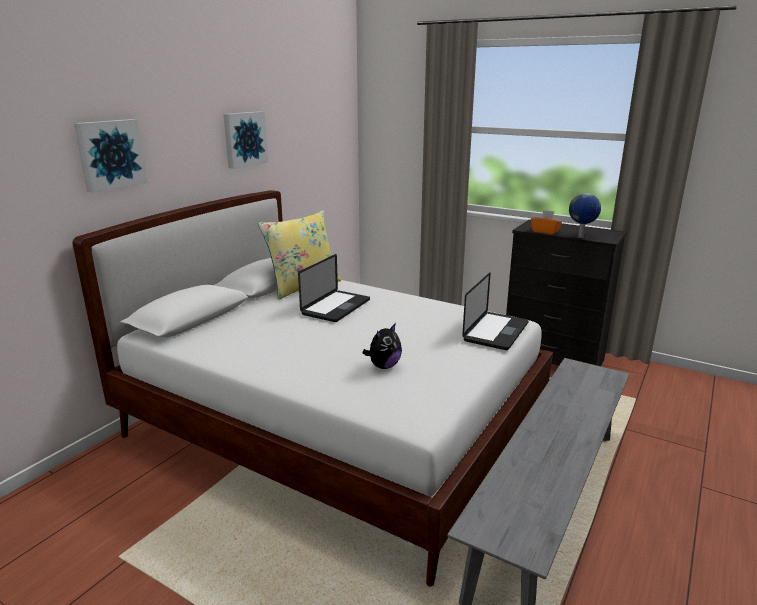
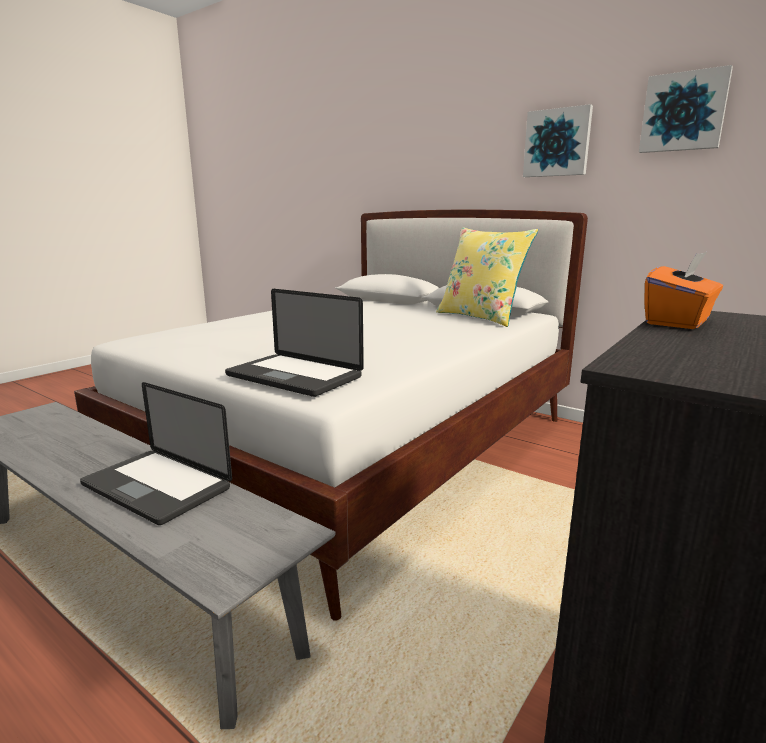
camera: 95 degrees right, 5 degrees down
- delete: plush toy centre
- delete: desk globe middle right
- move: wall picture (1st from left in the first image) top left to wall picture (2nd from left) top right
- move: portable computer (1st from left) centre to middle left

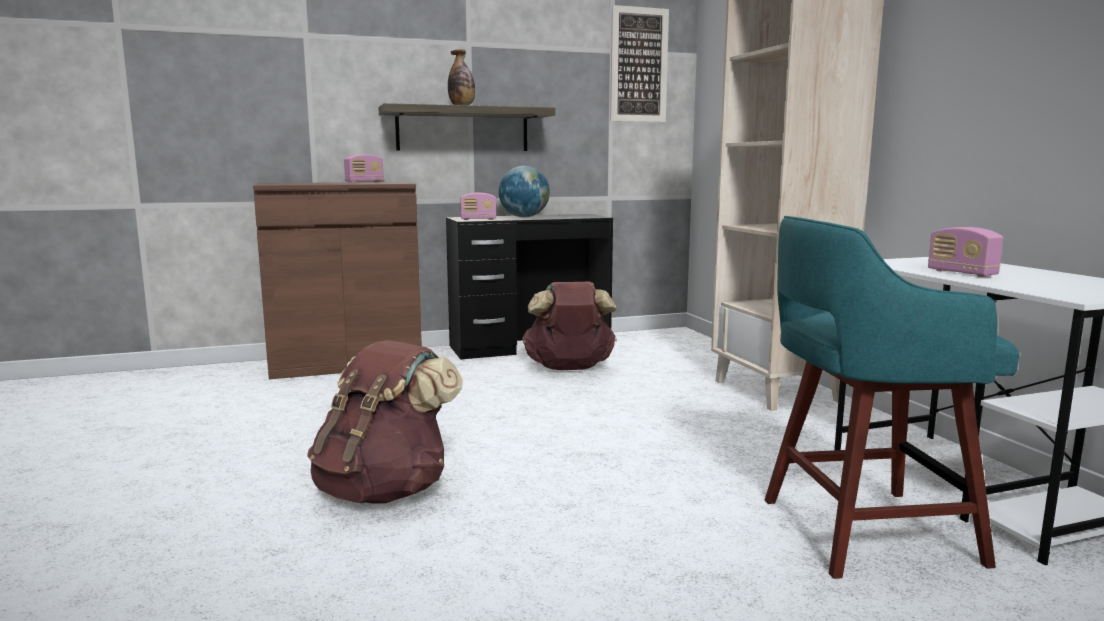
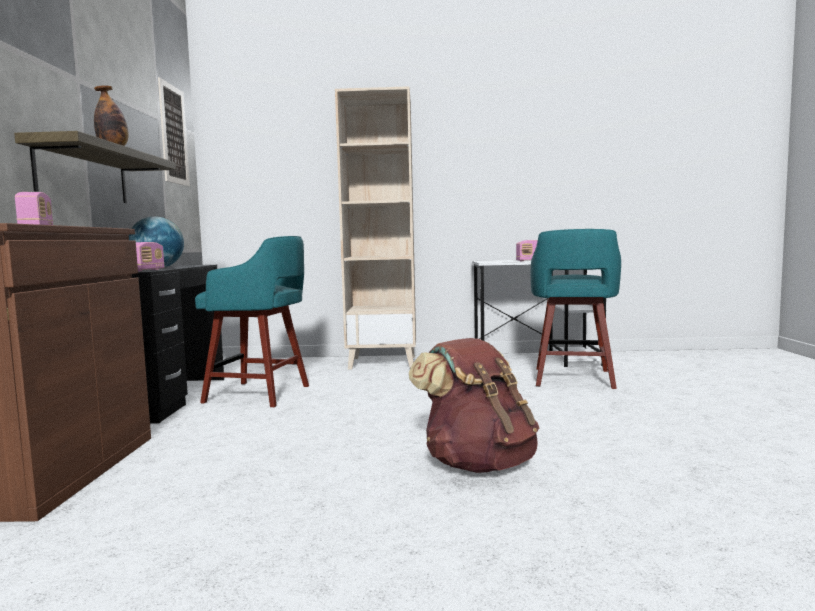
camera: 70 degrees left, 5 degrees down
- replace: brown-coloured rucksack (2nd from left) centre to turquoise sitting stool (1st from left) middle left

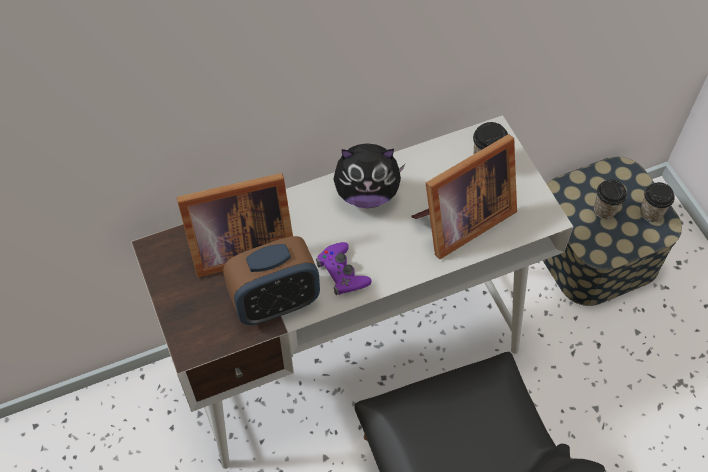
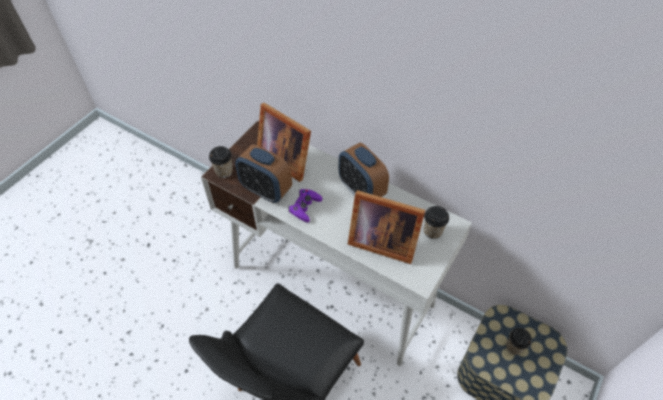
camera: 55 degrees right, 5 degrees down
- move: cup (3rd from left in the first image) middle right to cup (1st from left) centre
- replace: plush toy centre to table clock (2nd from left) centre

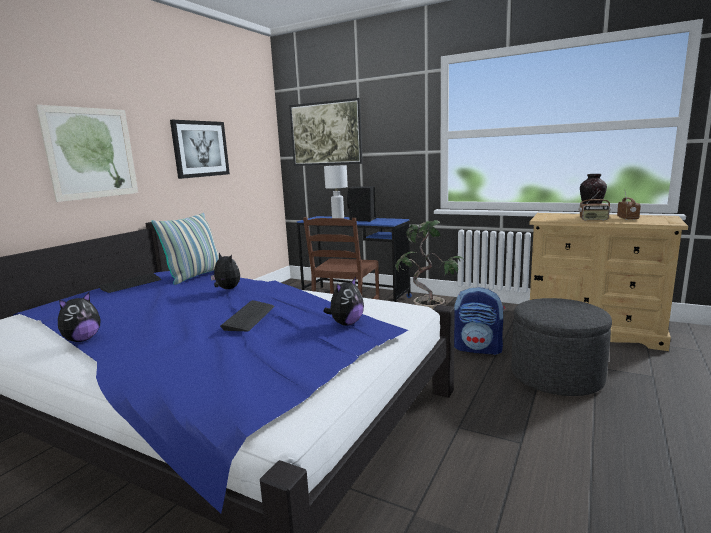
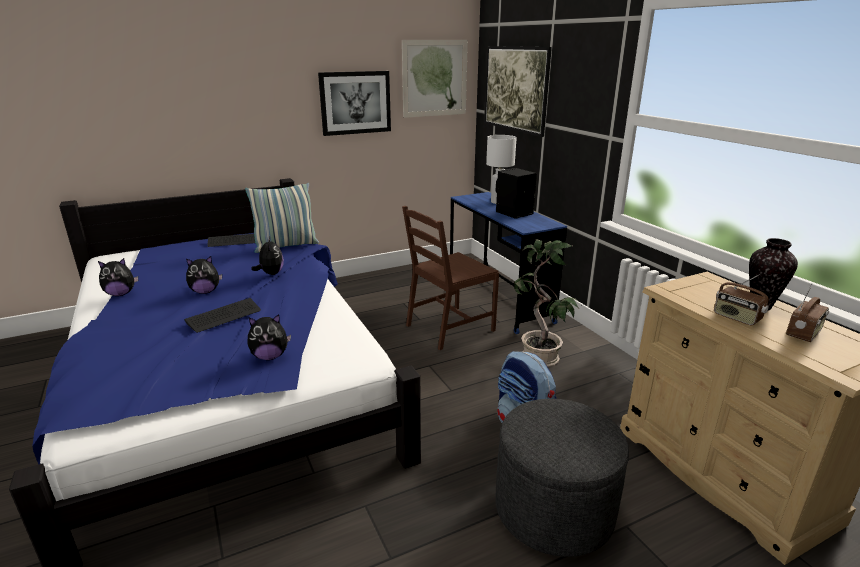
camera: 35 degrees right, 10 degrees up
- insert: plush toy (2nd from left) middle left
- move: wall picture (1st from left in the first image) top left to wall picture (2nd from left) top centre

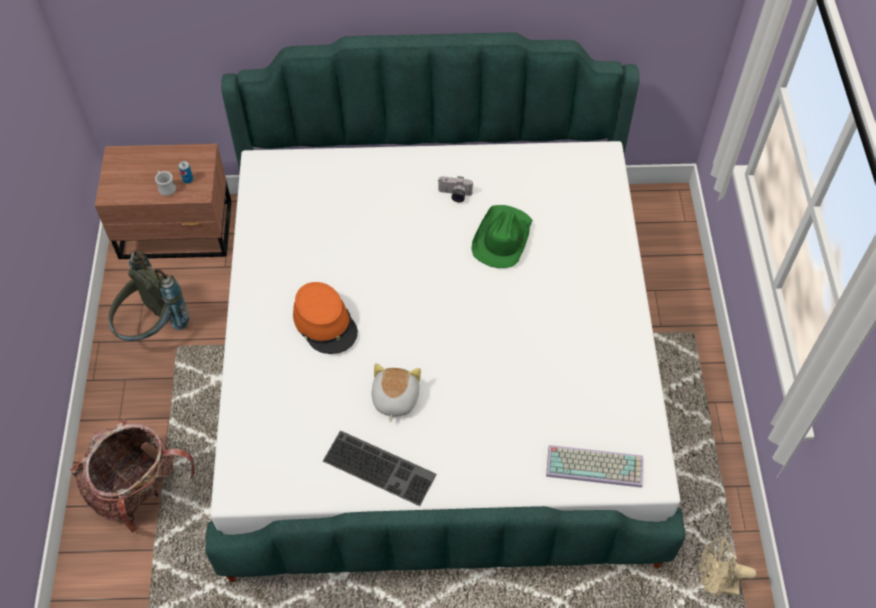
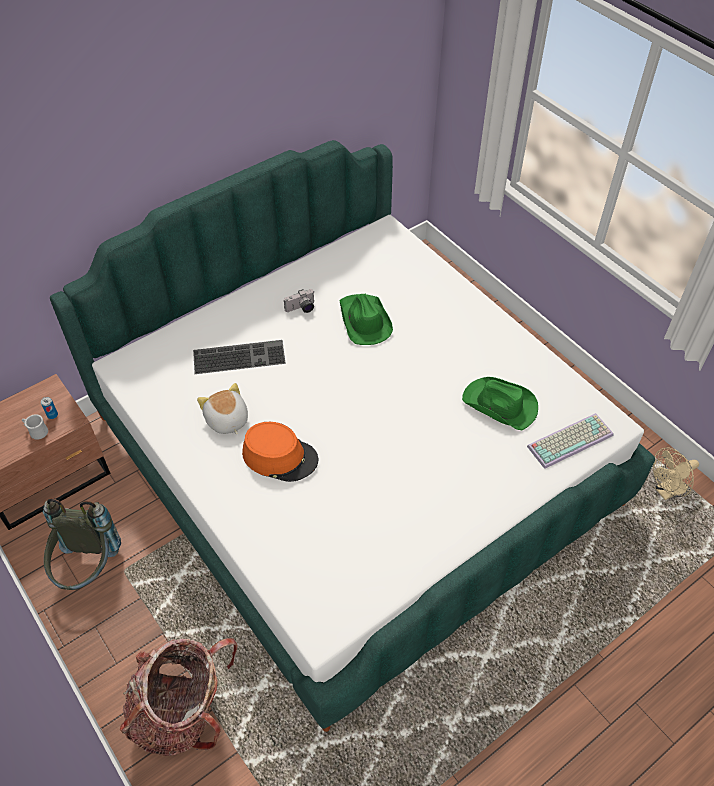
camera: 35 degrees left, 5 degrees down
- insert: greenish hat (2nd from left) middle right
- move: PC keyboard (1st from left) bottom centre to centre
- move: plush toy centre to middle left

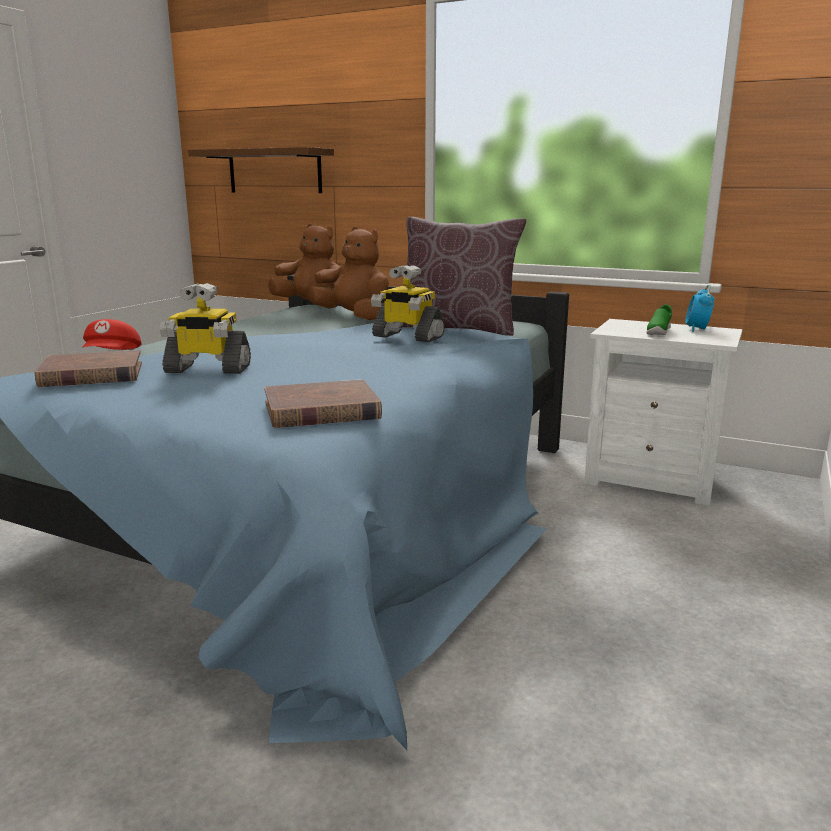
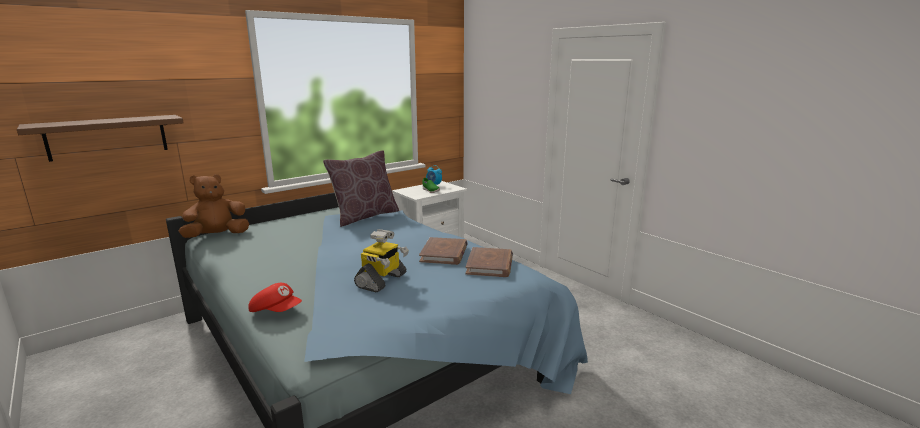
camera: 65 degrees left, 0 degrees up
- delete: brown-coloured plush toy (2nd from left) top centre
- delete: robot figure (2nd from left) centre
- move: brown-coloured bound book (1st from left) middle left to centre

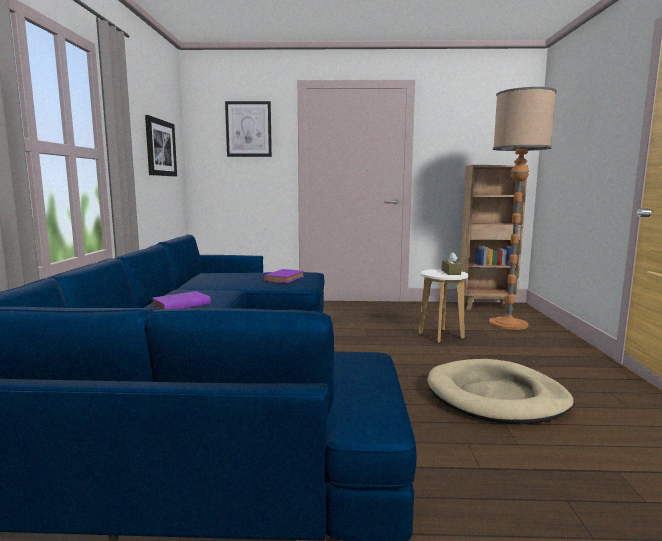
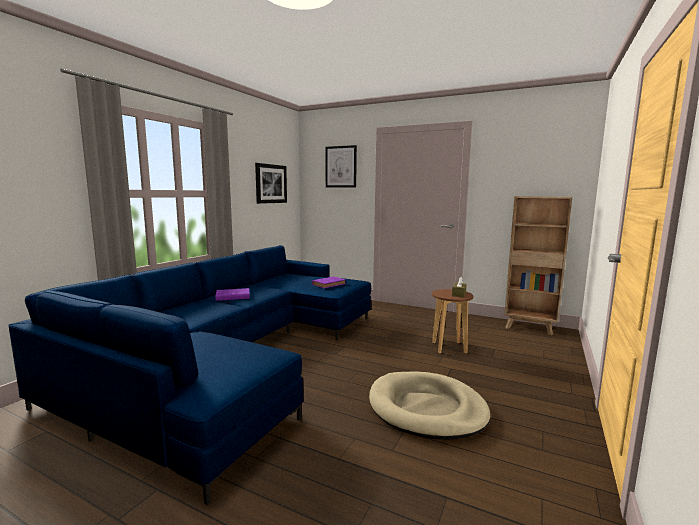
camera: 25 degrees right, 0 degrees up
- delete: standard lamp middle right
- recolor: white sitting stool middle right to brown-coloured sitting stool centre

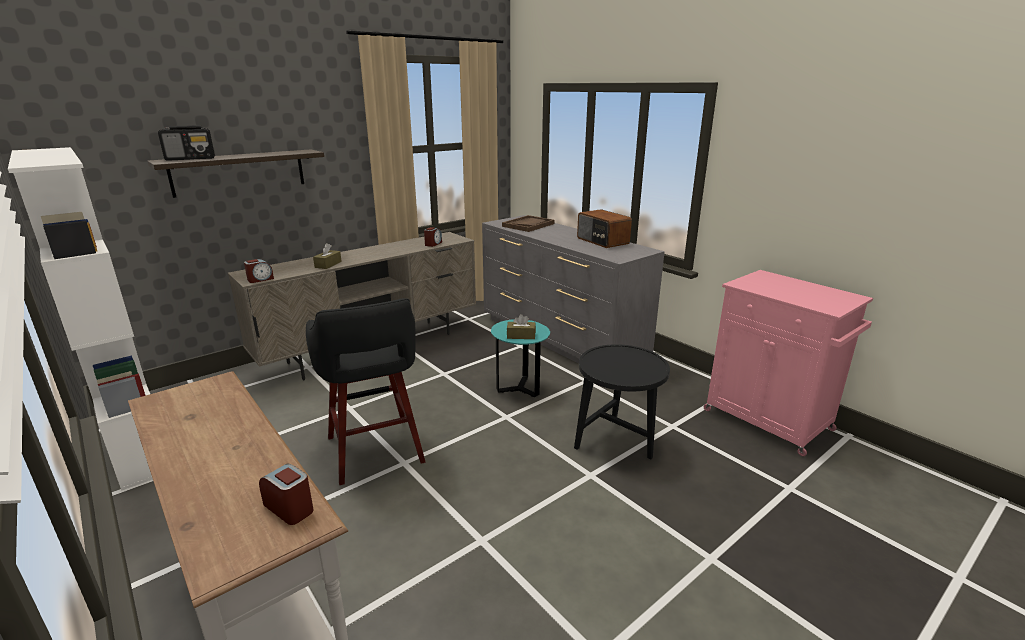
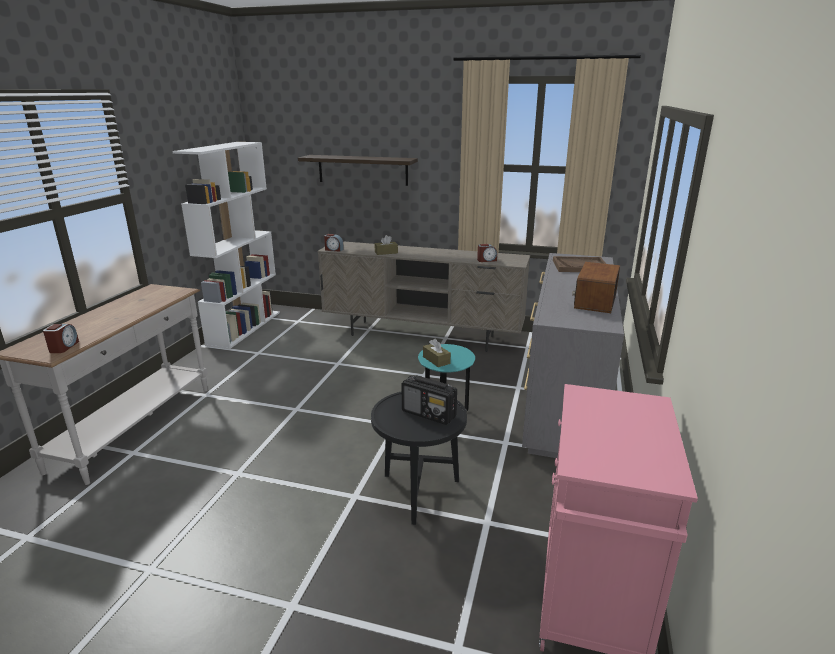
camera: 55 degrees right, 0 degrees up
- delete: blackish sitting stool centre
- move: radio set (1st from left) top left to centre

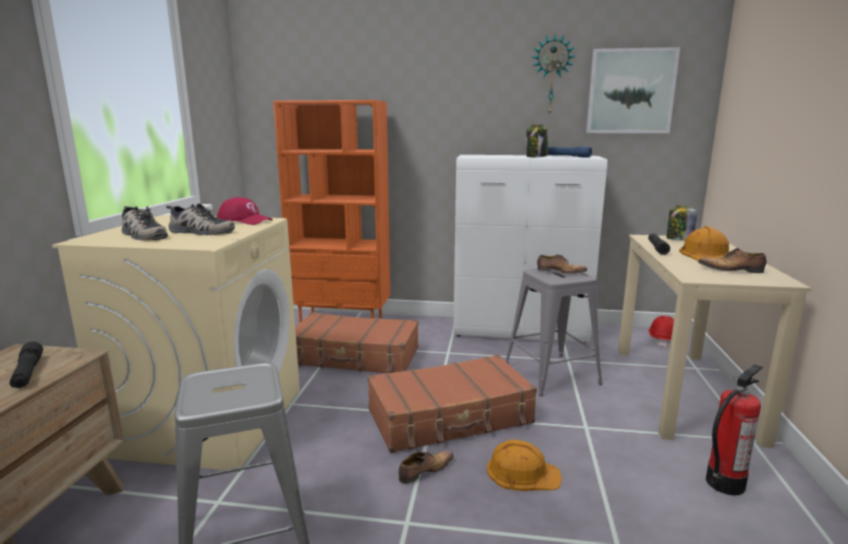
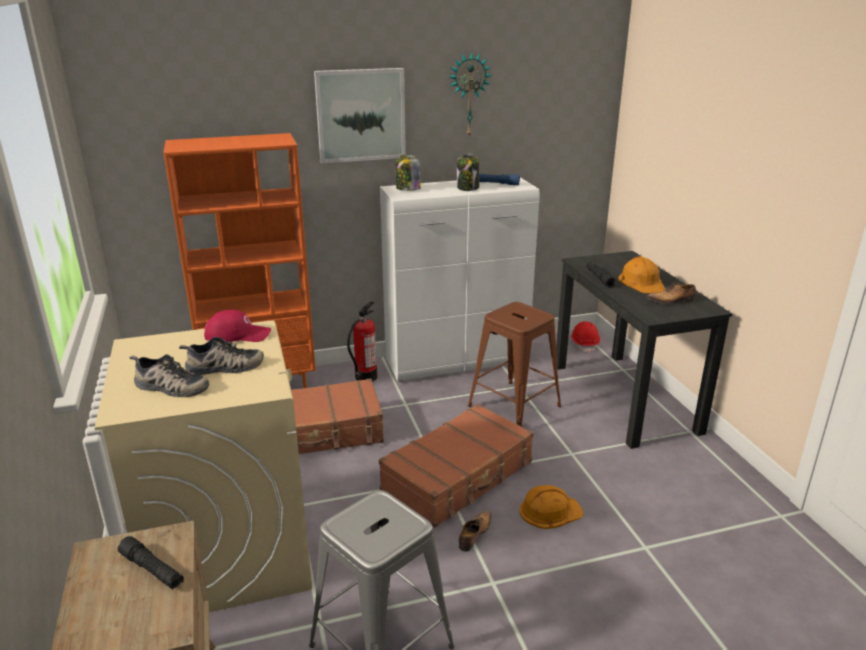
camera: 25 degrees left, 10 degrees up
- delete: low shoe (4th from left) centre
- move: wall picture top right to top centre
- move: preserve jar (2nd from left in the first image) middle right to preserve jar (1st from left) top centre
- move: fire-fighting cylinder bottom right to centre
- recolor: greyish sitting stool (2nd from left) centre to brown-coloured sitting stool centre
- recolor: beige-coloured desk middle right to blackish desk middle right

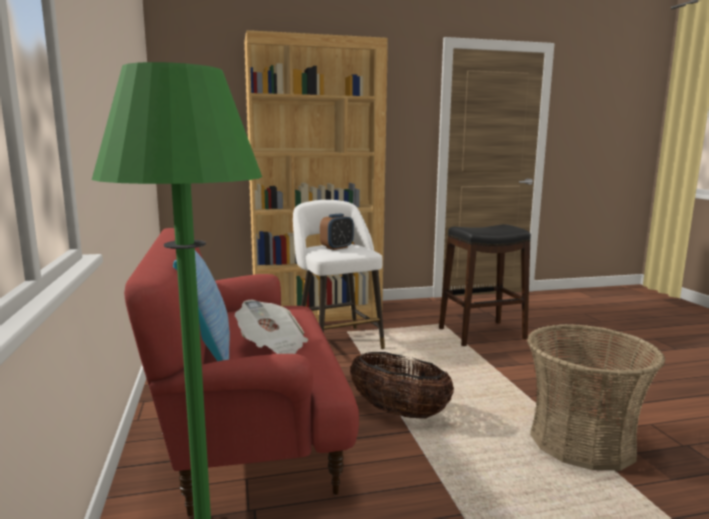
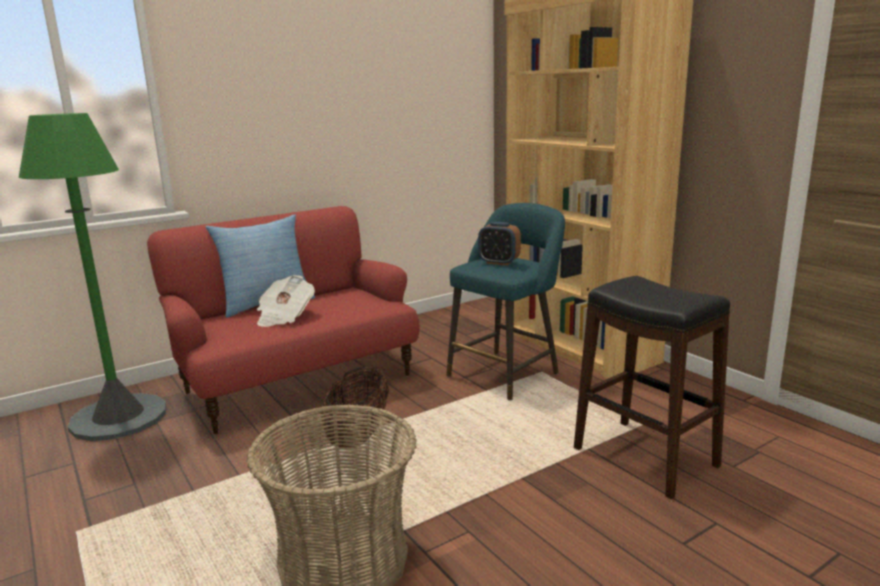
camera: 70 degrees right, 5 degrees up
- recolor: white sitting stool centre to turquoise sitting stool centre

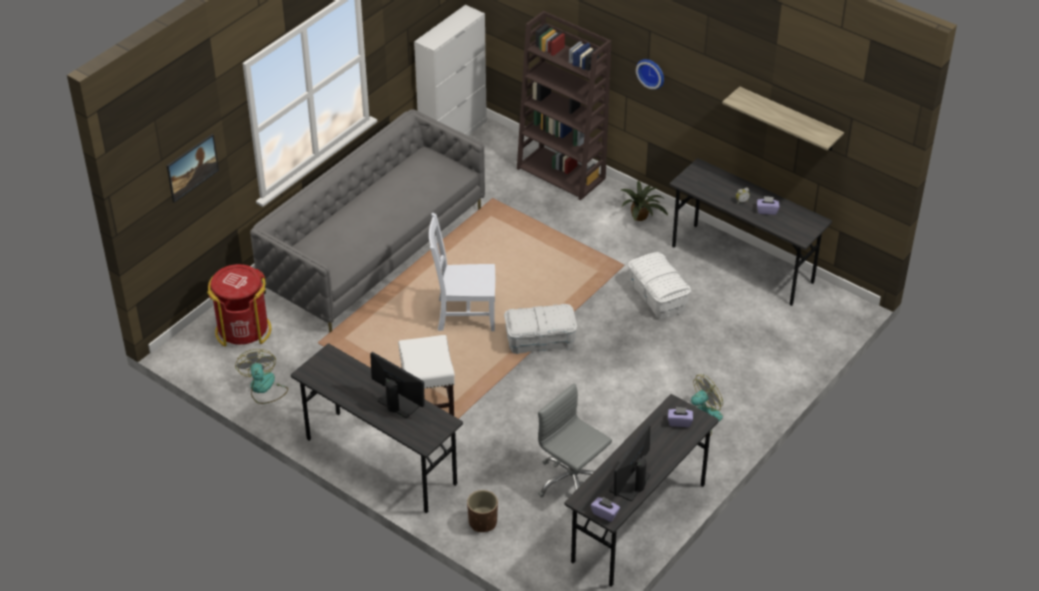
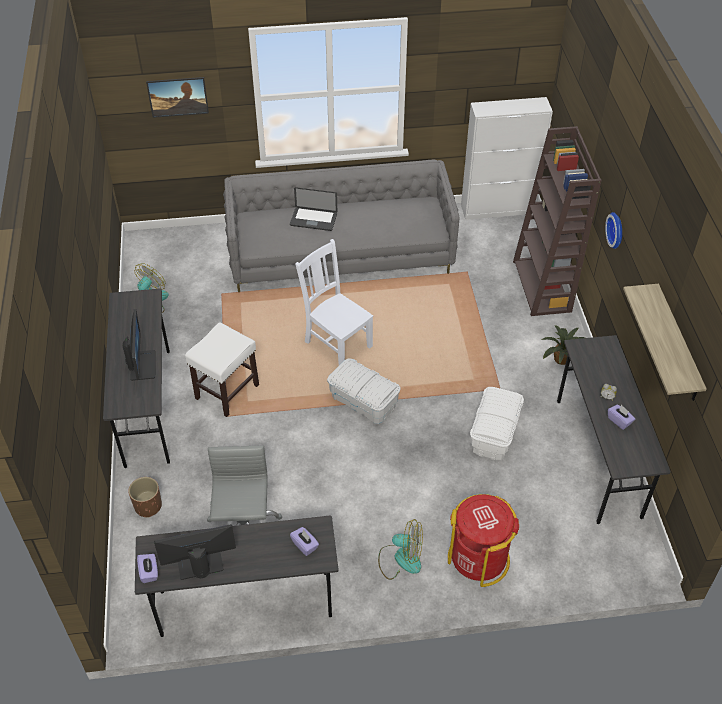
camera: 45 degrees right, 5 degrees up
- insert: portable computer top centre
- move: reddish waste bin middle left to bottom right

